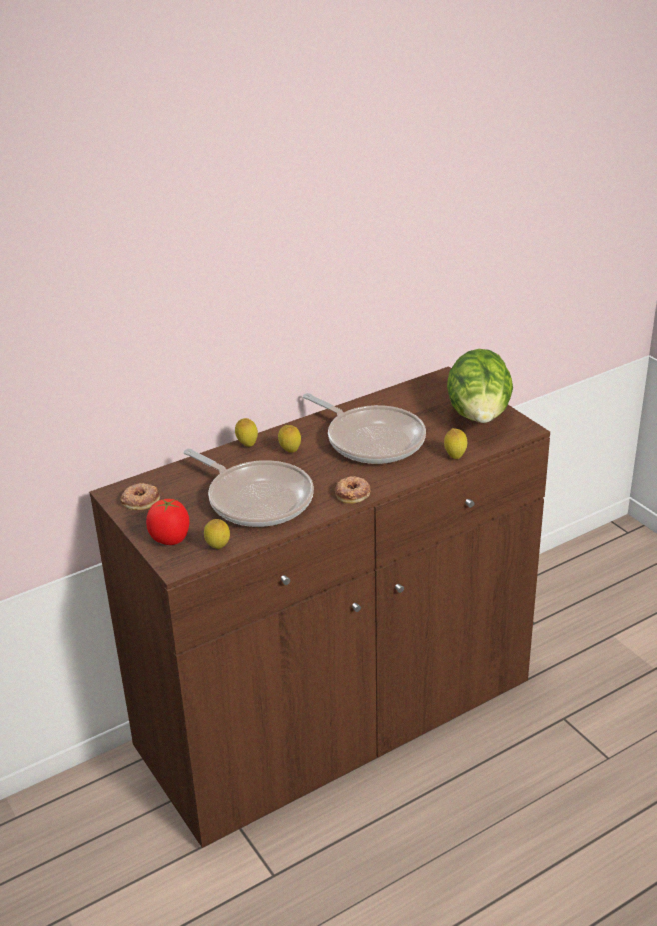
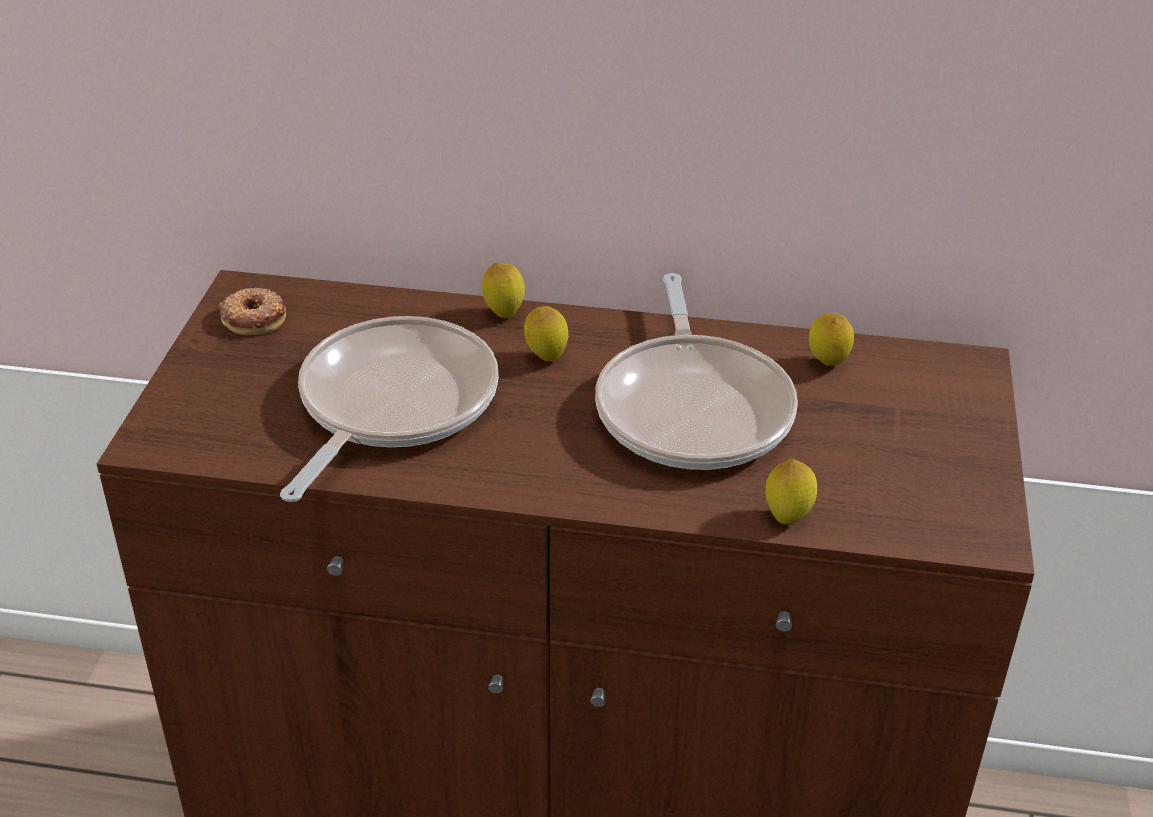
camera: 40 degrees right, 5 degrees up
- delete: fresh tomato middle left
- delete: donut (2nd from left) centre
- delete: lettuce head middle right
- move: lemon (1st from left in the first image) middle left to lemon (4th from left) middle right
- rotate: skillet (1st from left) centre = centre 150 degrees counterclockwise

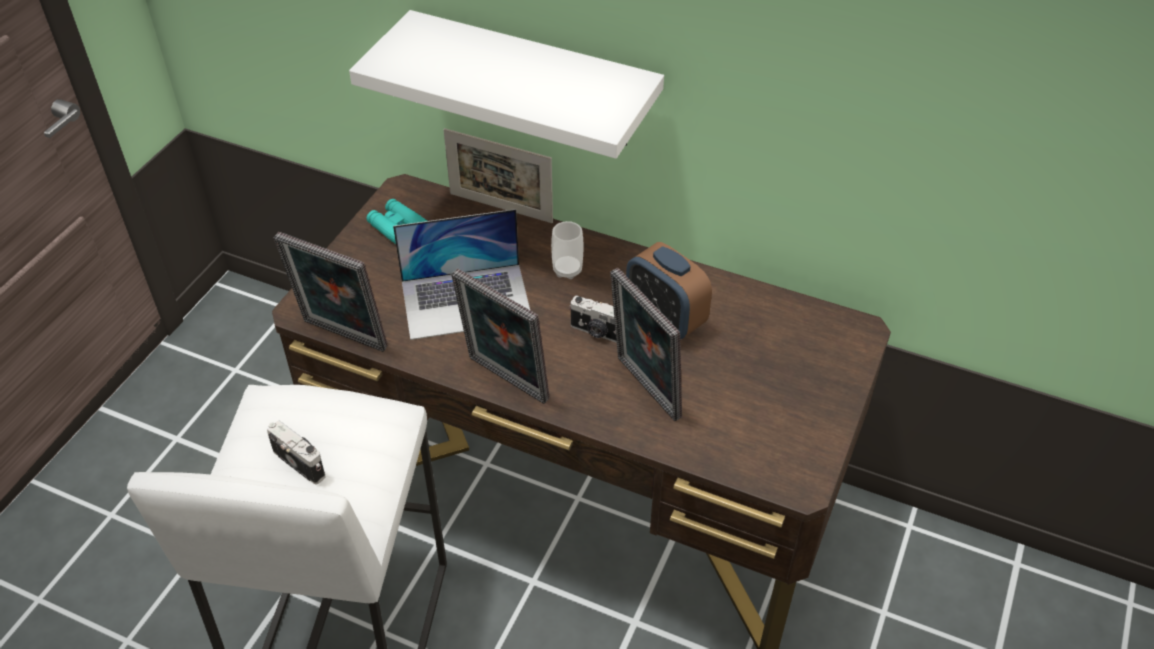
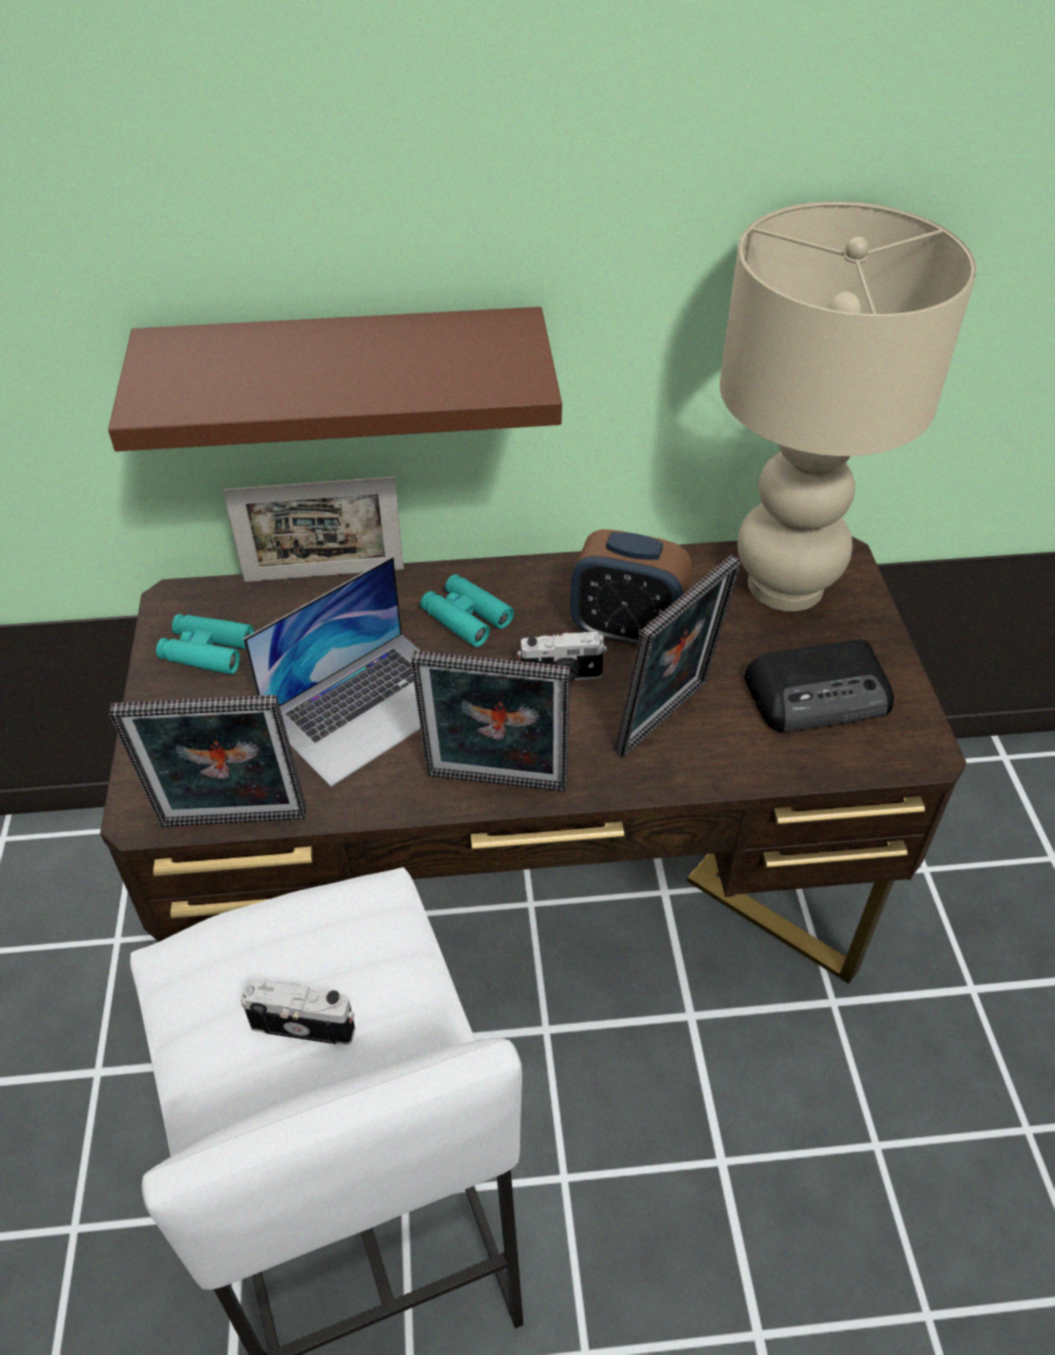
camera: 30 degrees left, 0 degrees up
- insert: beige-coloured table lamp top right
- insert: radio set middle right
- replace: cup centre to turquoise binoculars (2nd from left) centre
- recolor: white shelf top centre to brown-coloured shelf top left
- rotate: standing frame (4th from left) centre = centre 75 degrees counterclockwise

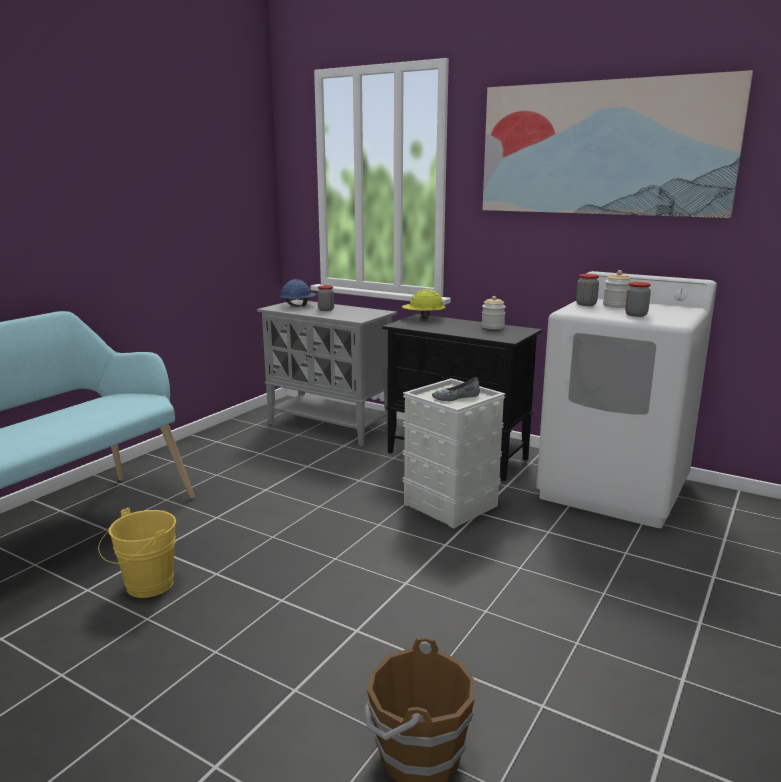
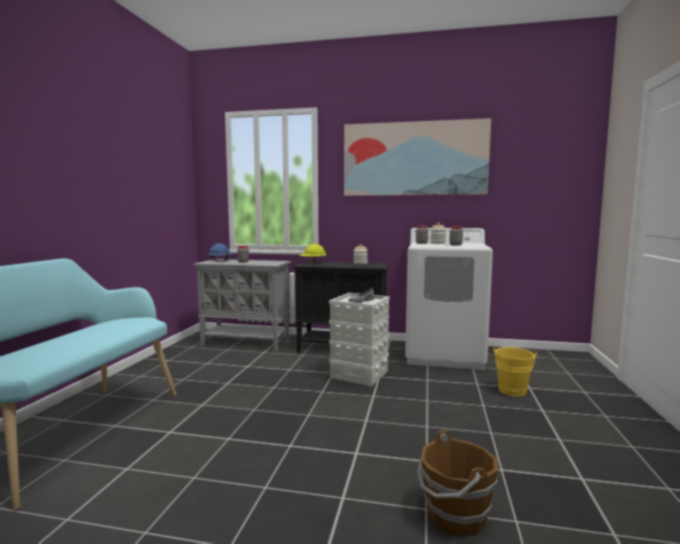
camera: 20 degrees left, 10 degrees down
- move: yellow-coloured bucket bottom left to bottom right

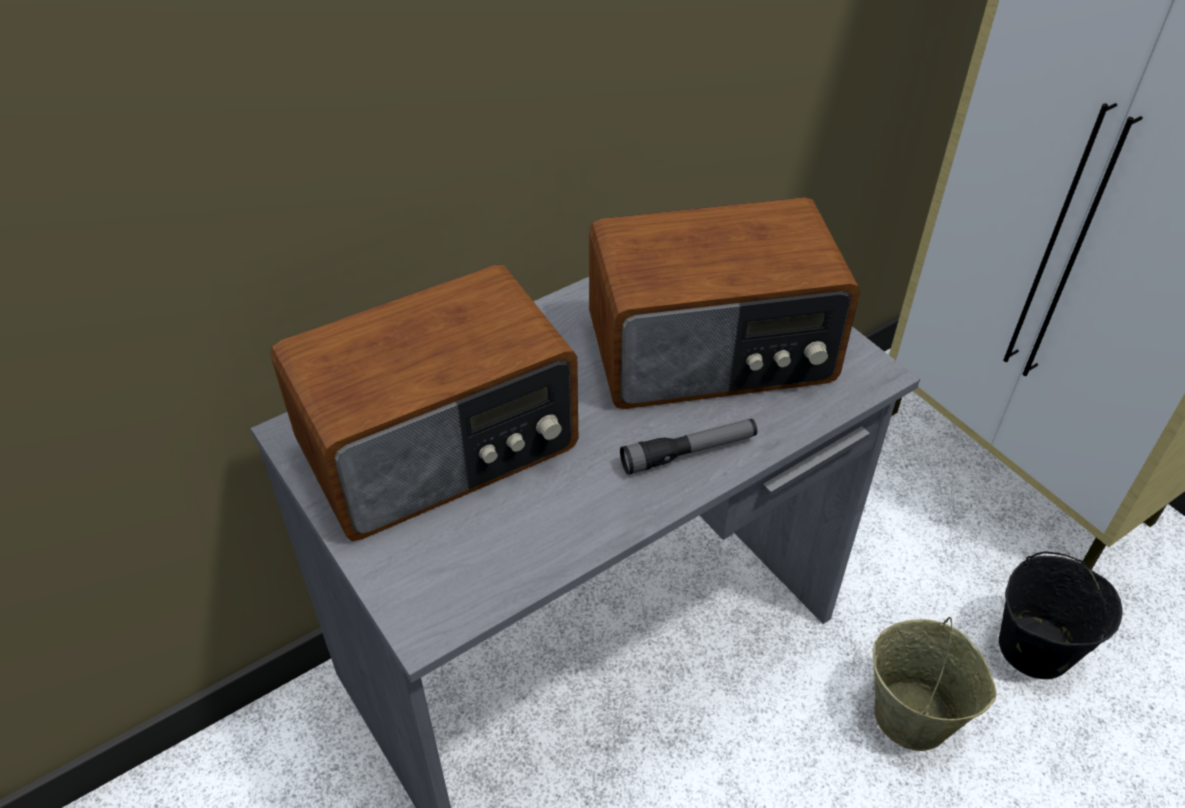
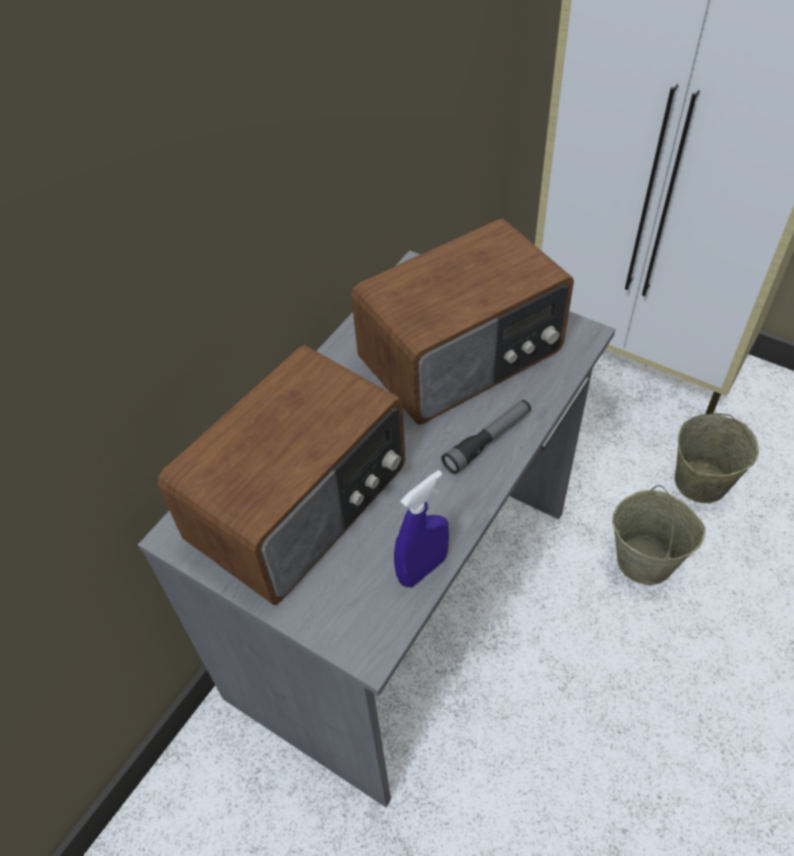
camera: 20 degrees left, 5 degrees up
- insert: bluish sprayer centre
- recolor: blackish bucket bottom right to beige-coloured bucket (2nd from left) middle right

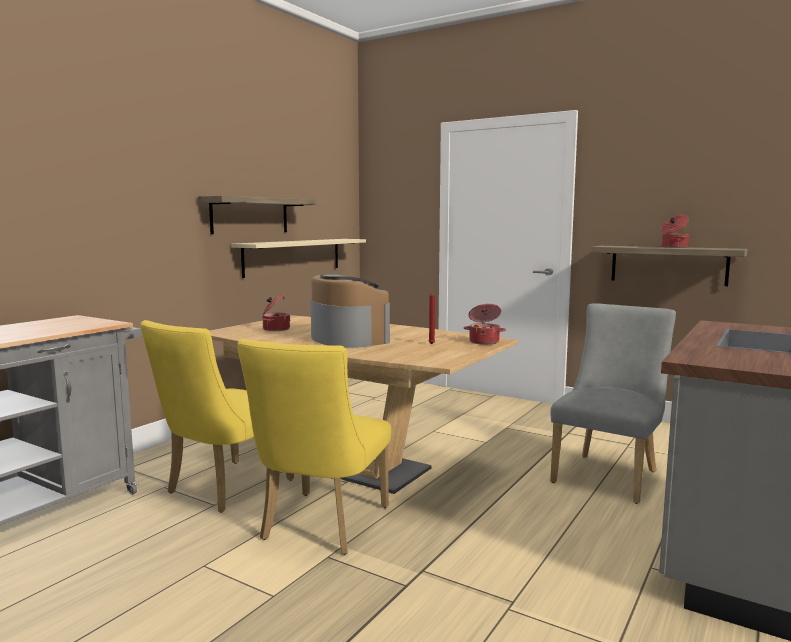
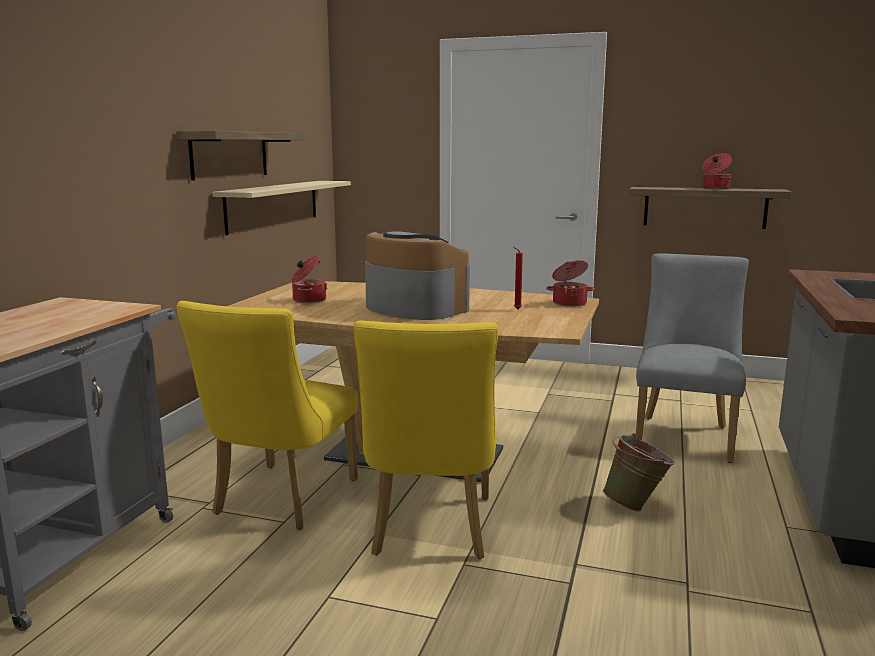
camera: 15 degrees left, 5 degrees up
- insert: greenish bucket bottom right

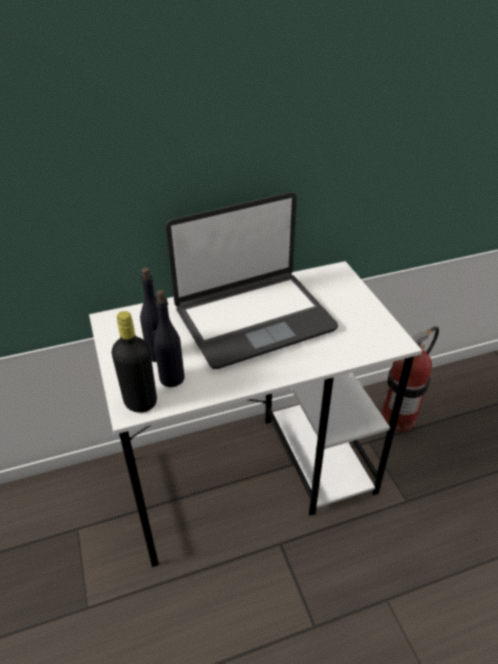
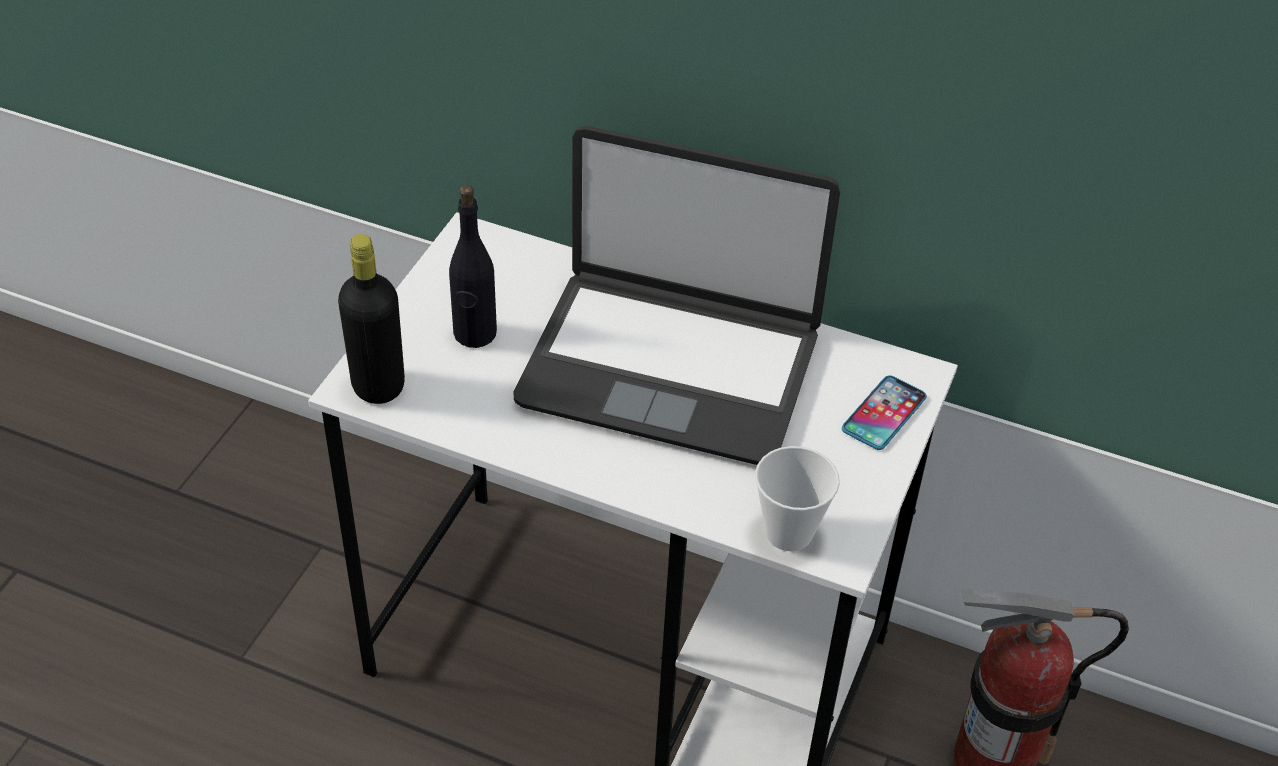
camera: 40 degrees right, 5 degrees up
- delete: blackish bottle (3rd from left) centre
- insert: cup centre
- insert: telephone middle right

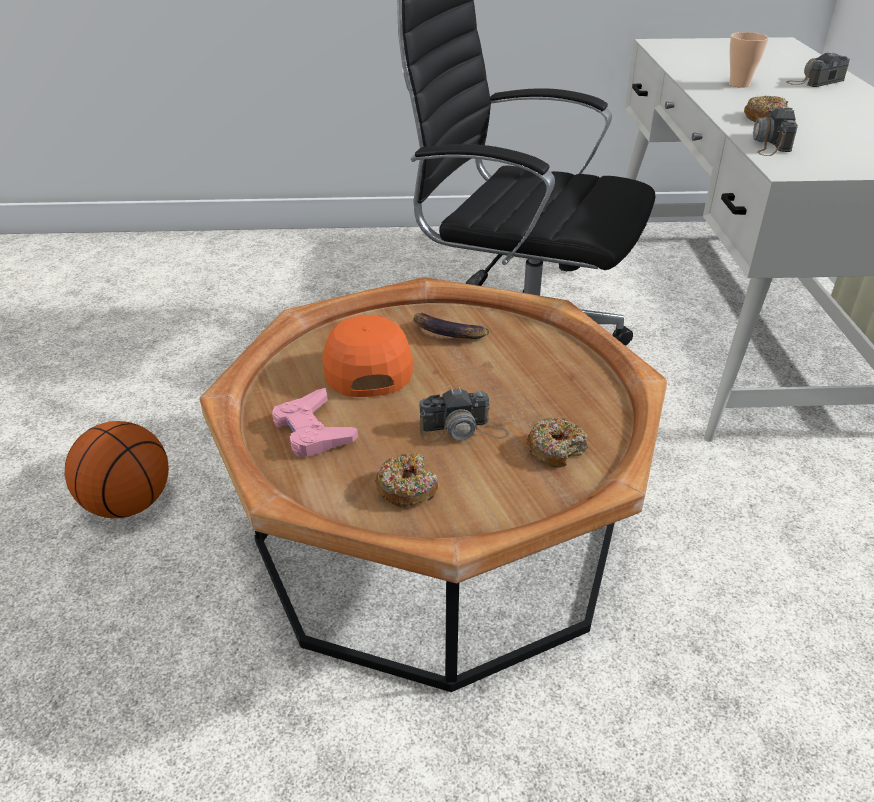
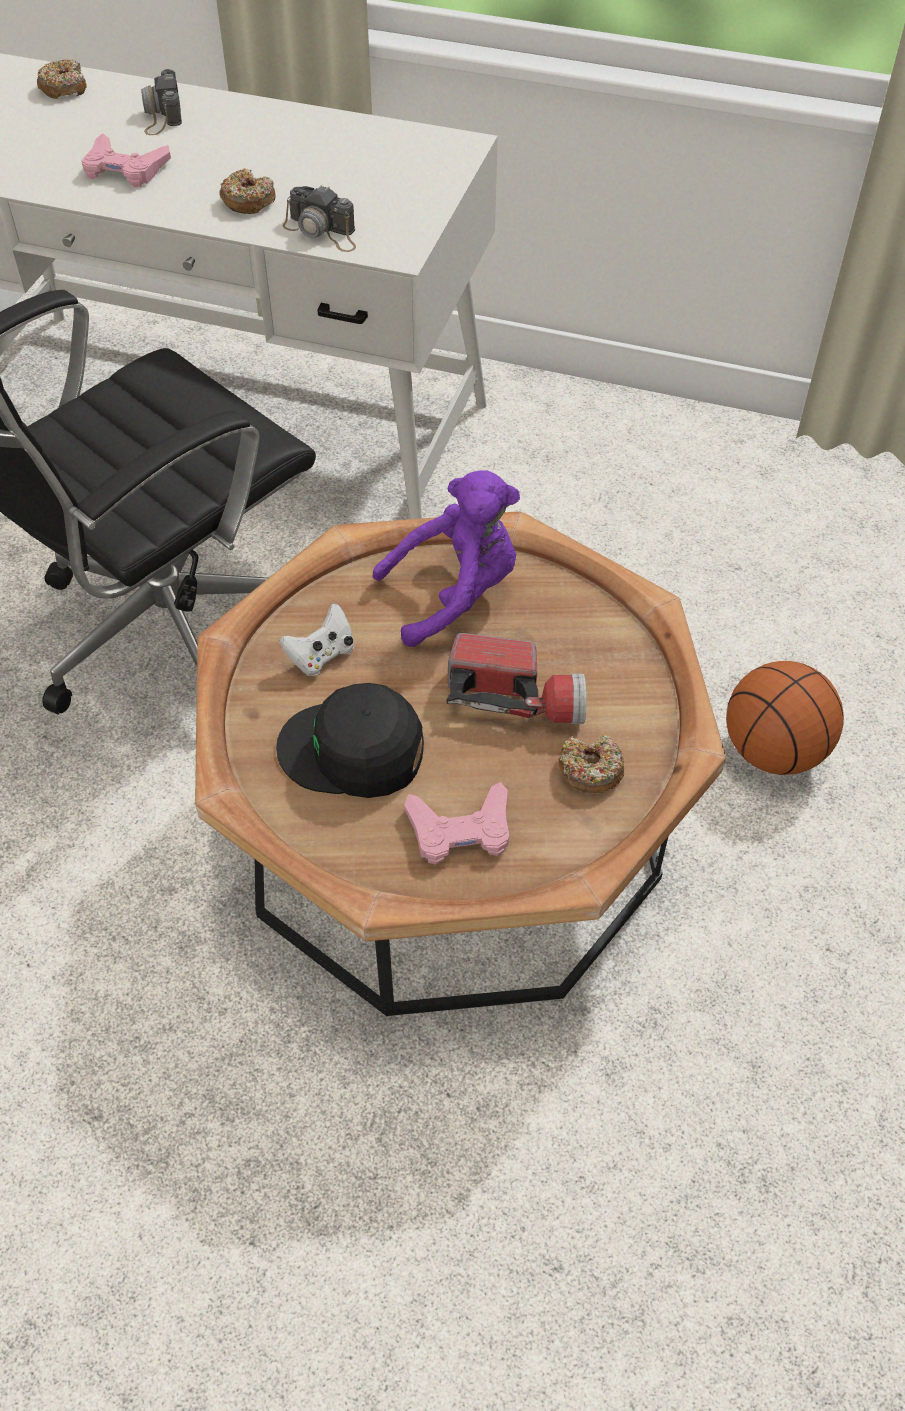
camera: 70 degrees left, 15 degrees up
- insert: purple plush toy centre
- move: basketball ball middle left to middle right
- move: donut (2nd from left in the first image) centre to donut (1st from left) top left
- replace: whole banana centre to white joypad centre
- replace: photo camera (1st from left) centre to flashlight centre
- replace: cup top right to pink joypad (1st from left) top left
- recolor: orange-coloured cap centre to blackish cap centre

